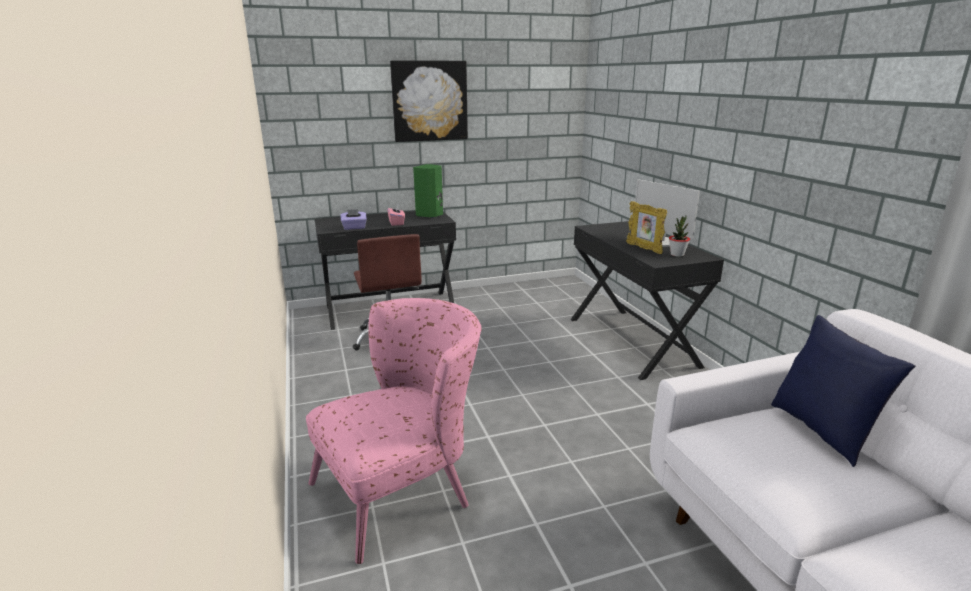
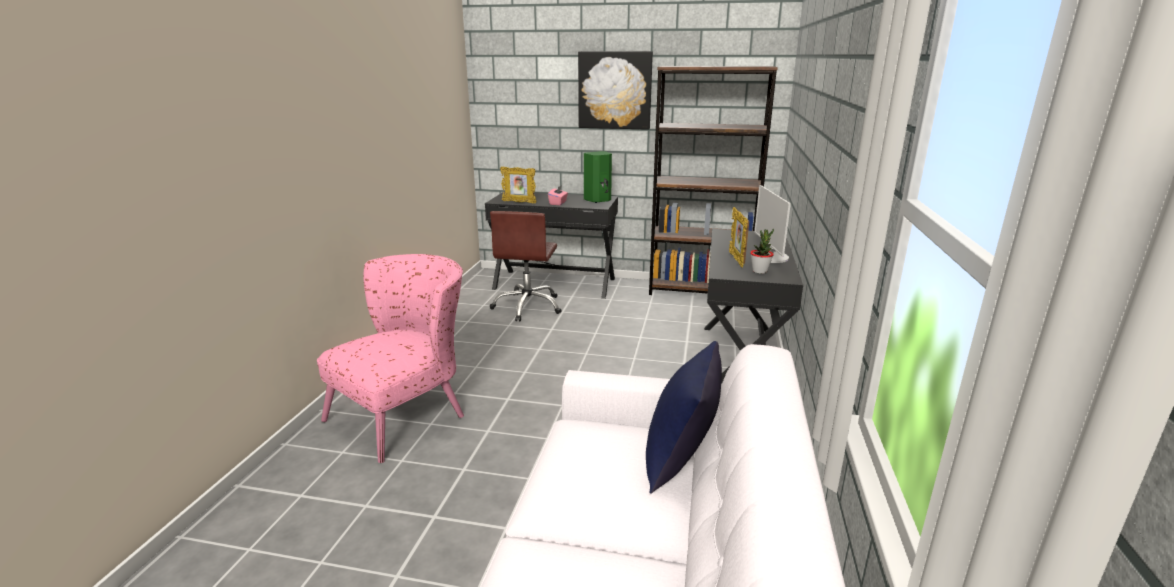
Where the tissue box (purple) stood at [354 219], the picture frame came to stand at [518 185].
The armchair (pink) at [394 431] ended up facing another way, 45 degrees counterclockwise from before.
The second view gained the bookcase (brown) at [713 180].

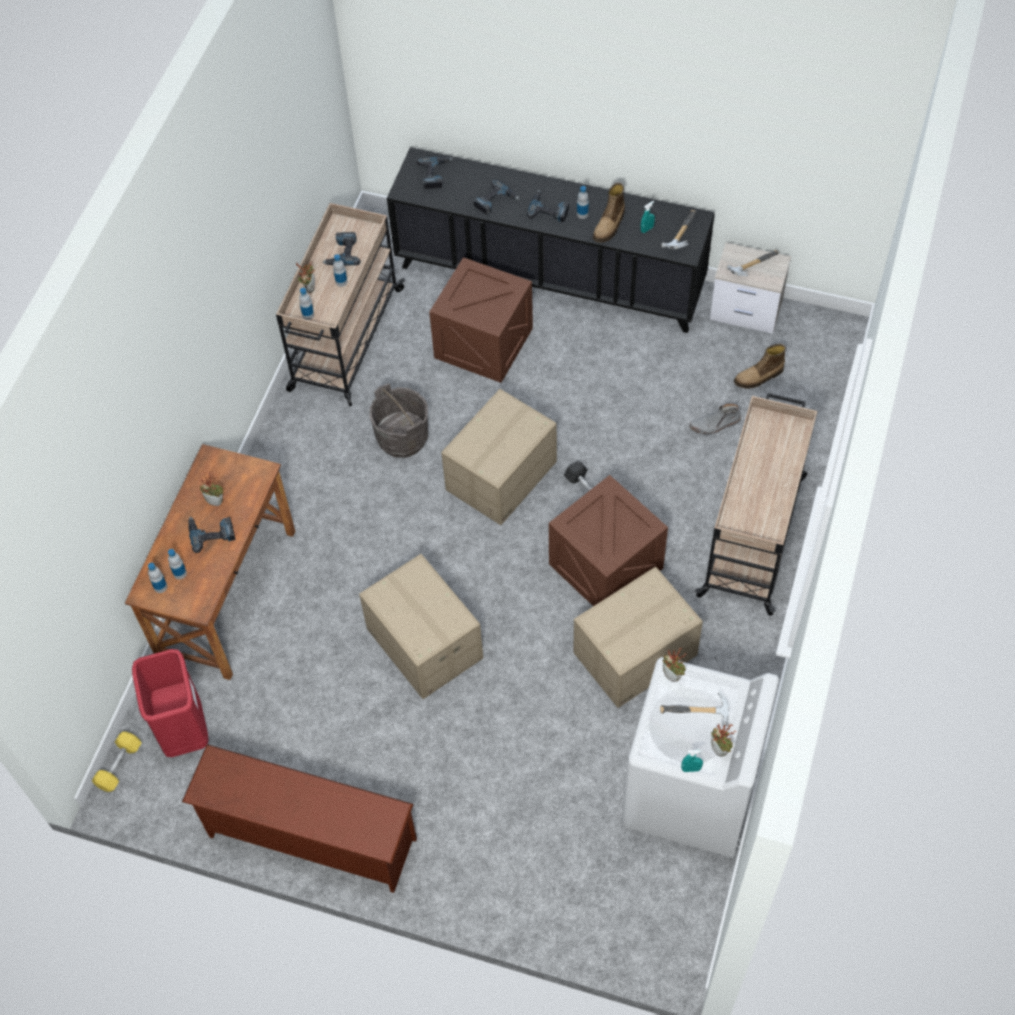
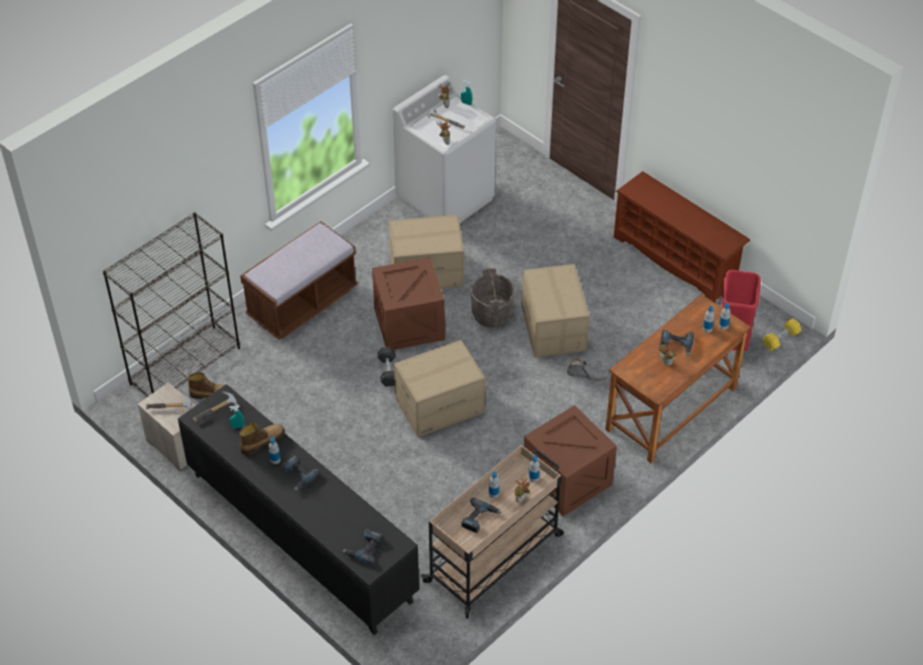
The second view lost the power drill at [496 197].
The crate ended up elsewhere, having gone from [481 320] to [570 460].
The bucket (grey) ended up elsewhere, having gone from [398 420] to [492 298].
Where the cart (beige) stood at [756 504], the bench (brown) came to stand at [299 280].
The boot (grey) ended up elsewhere, having gone from [715 419] to [588 370].
The second view gained the bookcase (black) at [171 304].

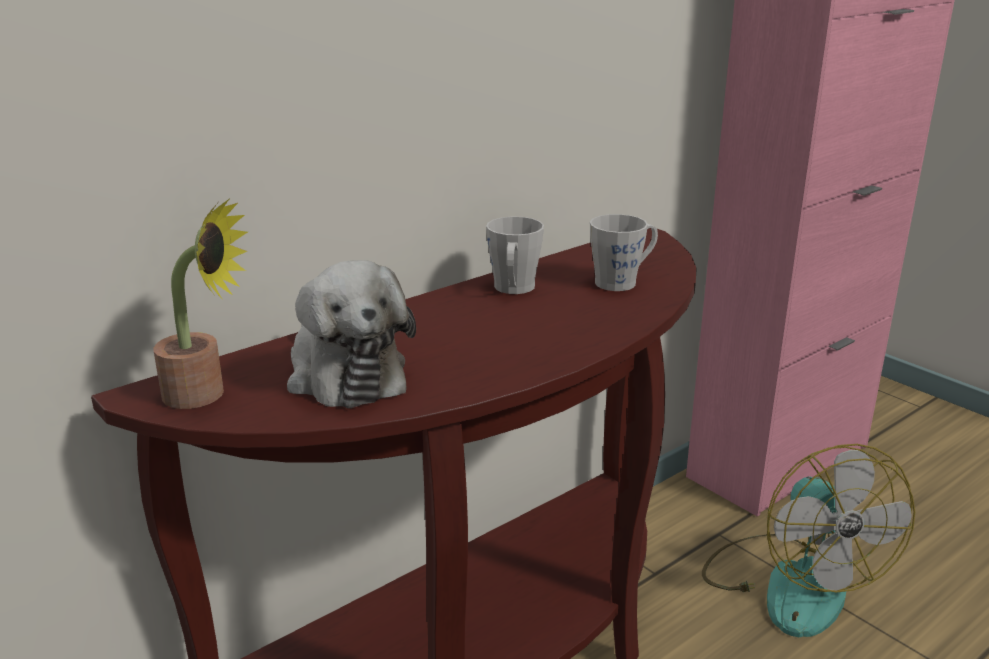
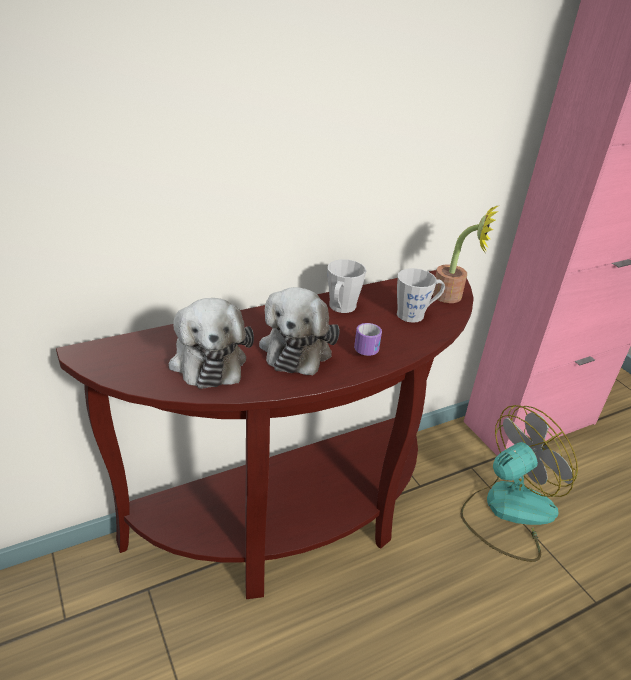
The potted plant ended up elsewhere, having gone from [200 304] to [466 253].
The fan at [808 540] ended up facing another way, 120 degrees counterclockwise from before.
The second view gained the plush toy at [299 331].
The second view gained the mug at [368 339].

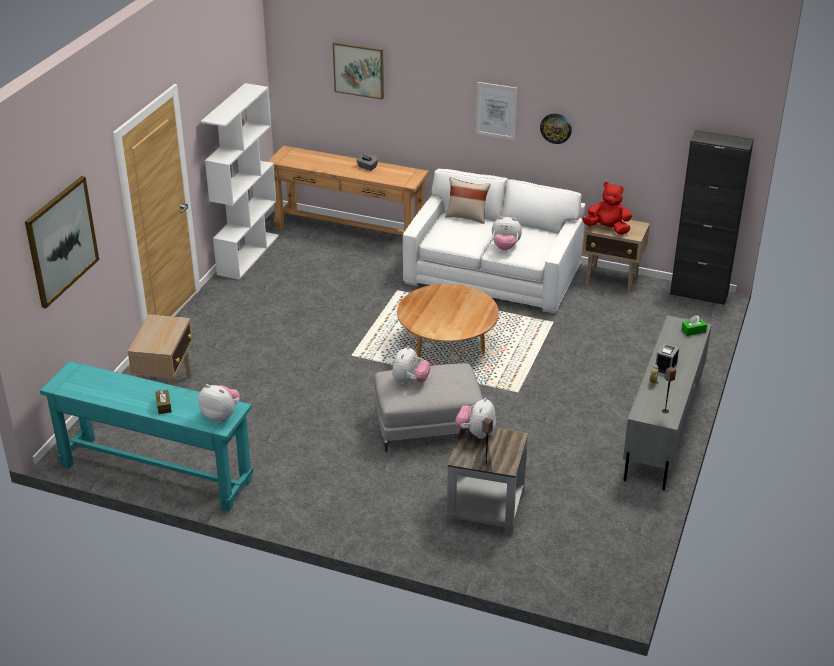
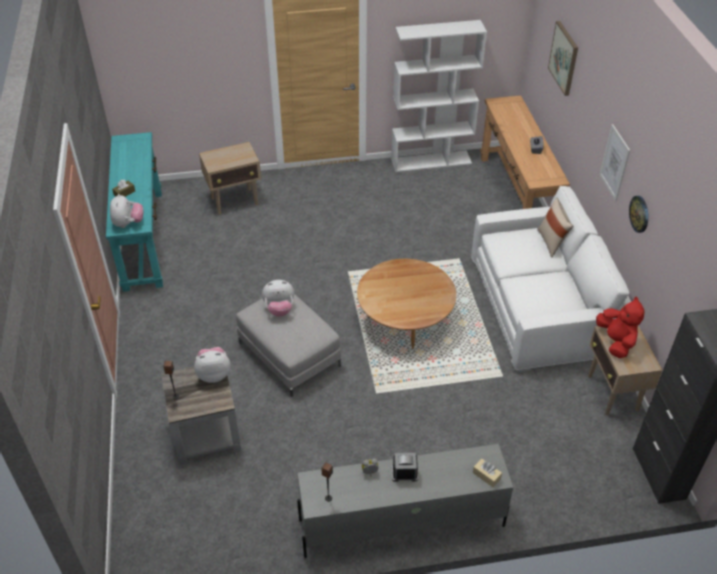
The second view lost the picture at [62 242].
The second view lost the plush toy at [507 233].
What was the tissue box (green) at [694 325] turned into the tissue box (beige) at [487 473].

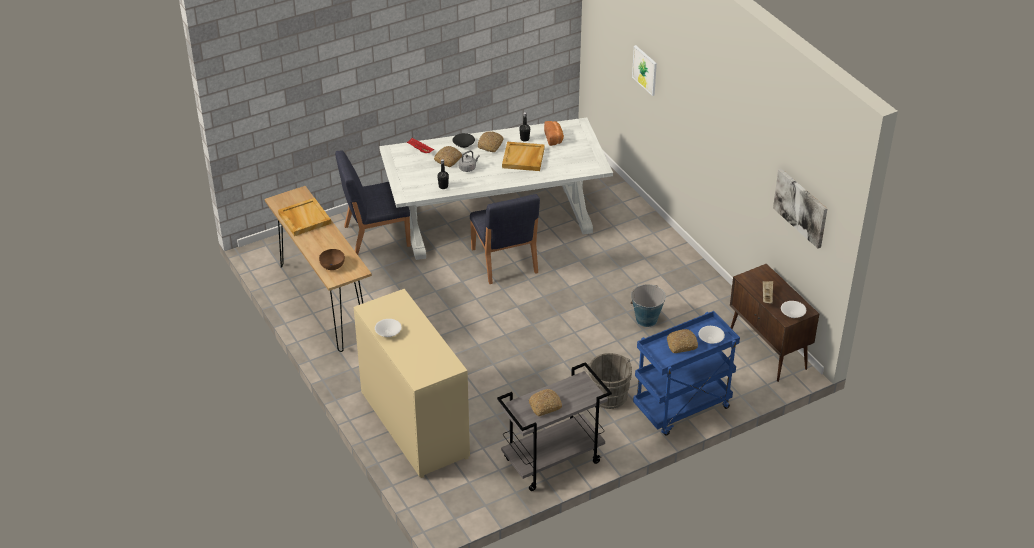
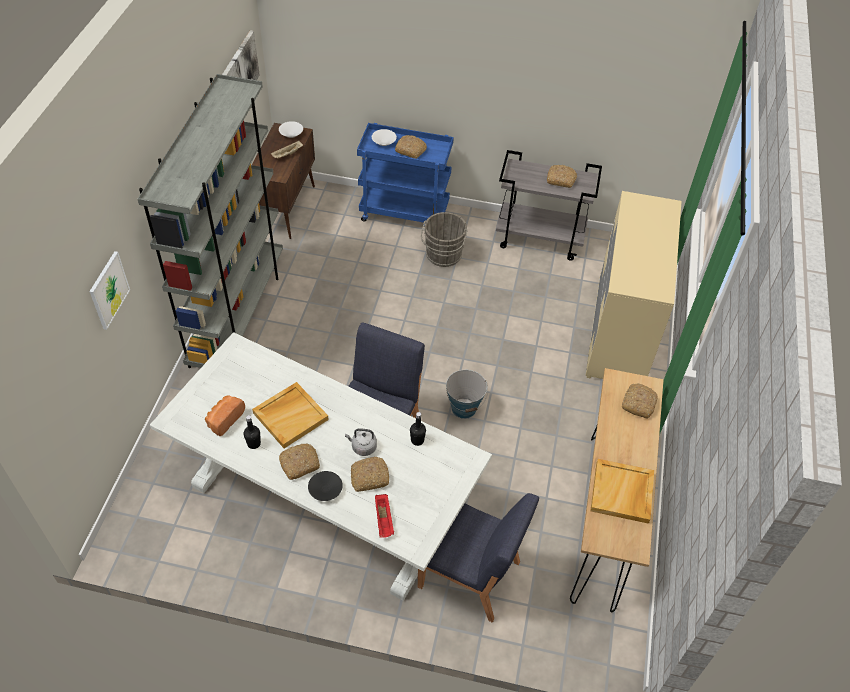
Where the bowl (brown) stood at [332 259], the bread came to stand at [640 401].
The bucket ended up elsewhere, having gone from [648 305] to [467 394].
The second view lost the bowl (white) at [388 328].
The second view gained the bookcase (grey) at [210 221].

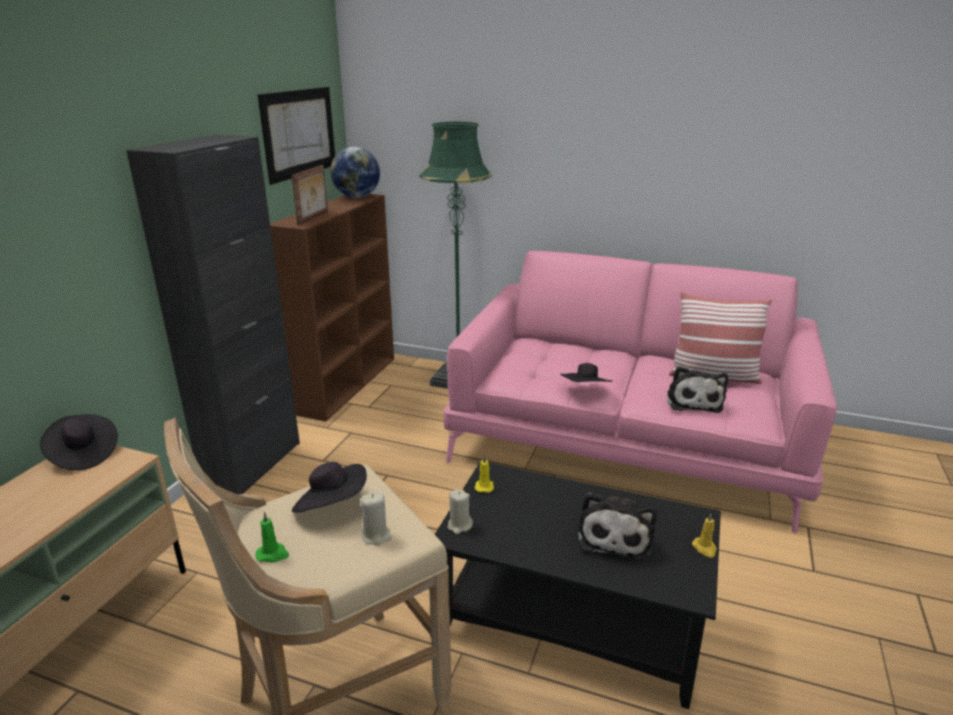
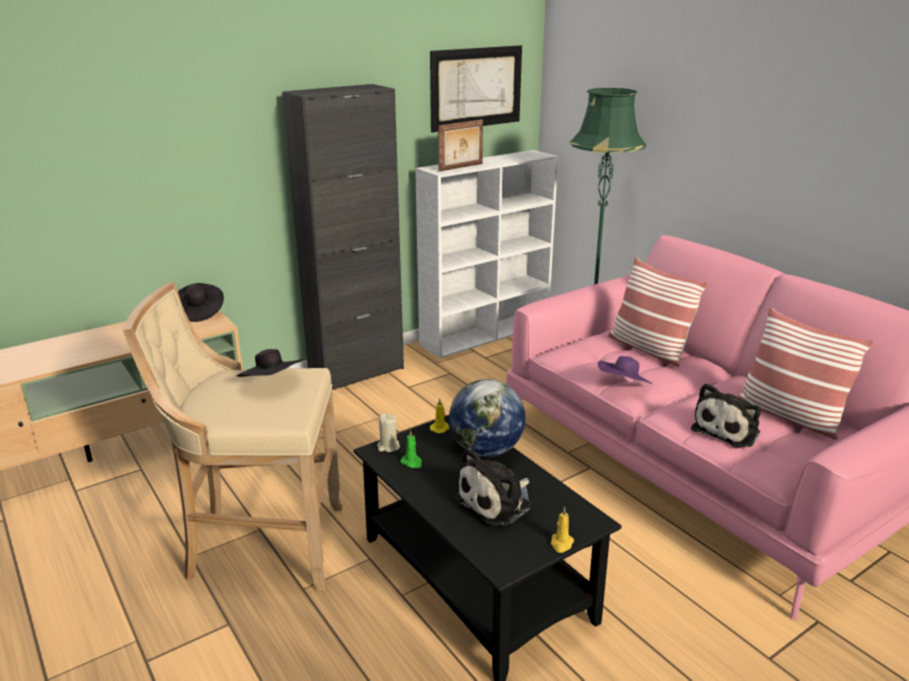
The globe ended up elsewhere, having gone from [355 172] to [487 418].
What was the bookcase (brown) at [332 308] turned into the bookcase (white) at [486 254].
What was the hat (black) at [586 372] turned into the hat (purple) at [625 370].
The second view lost the candle (beige) at [376 518].
The candle (green) ended up elsewhere, having gone from [272 537] to [411 449].
The second view gained the pillow at [658 312].

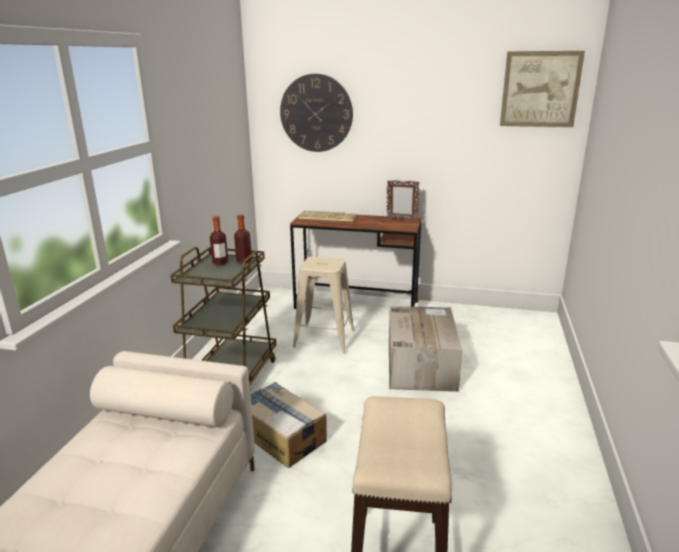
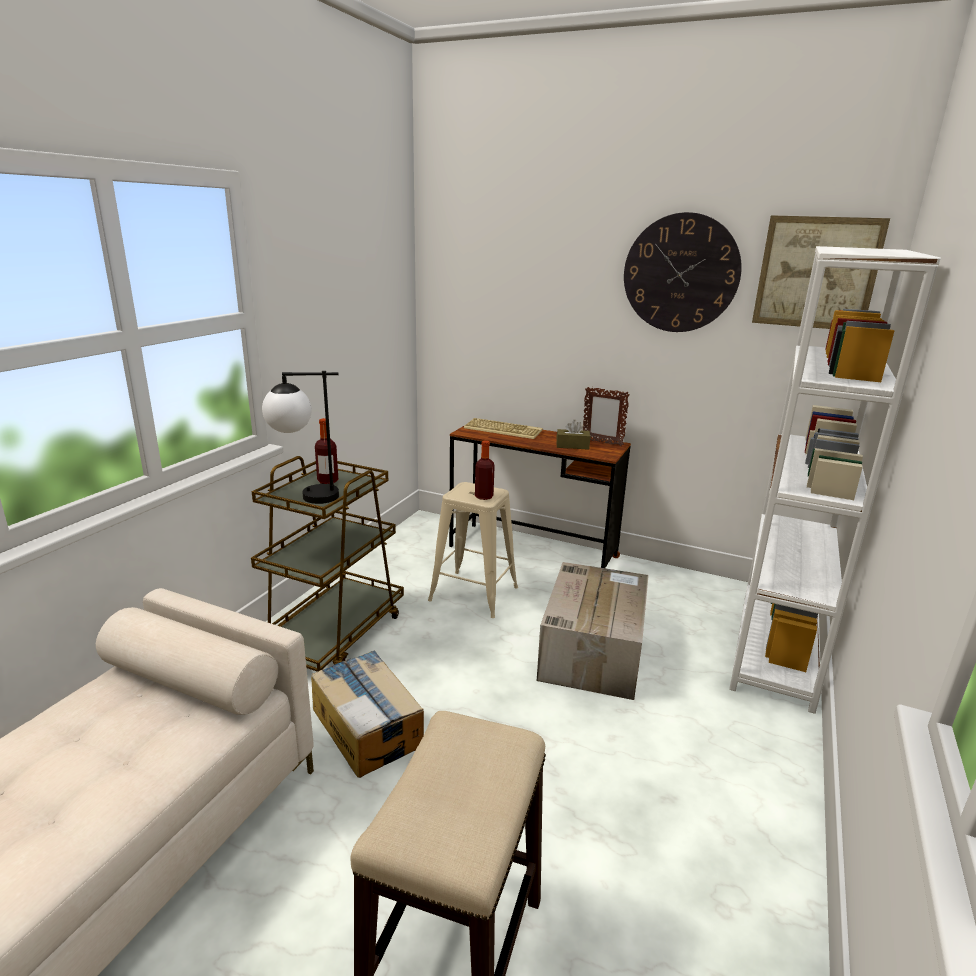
The wall clock ended up elsewhere, having gone from [316 113] to [683 272].
The bottle ended up elsewhere, having gone from [243 239] to [485 470].
The second view gained the bookcase (white) at [835 480].
The second view gained the table lamp at [300 437].
The second view gained the tissue box (brown) at [573 435].

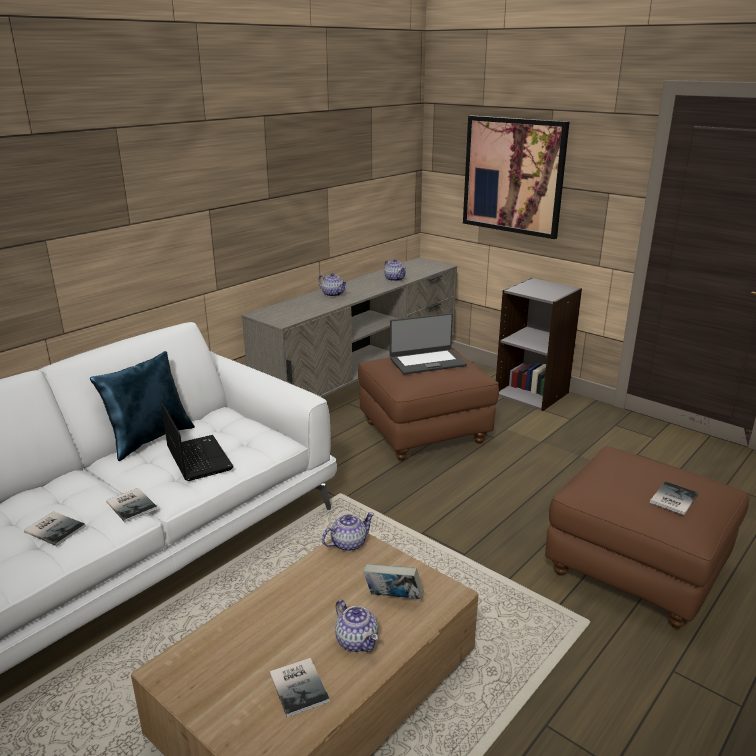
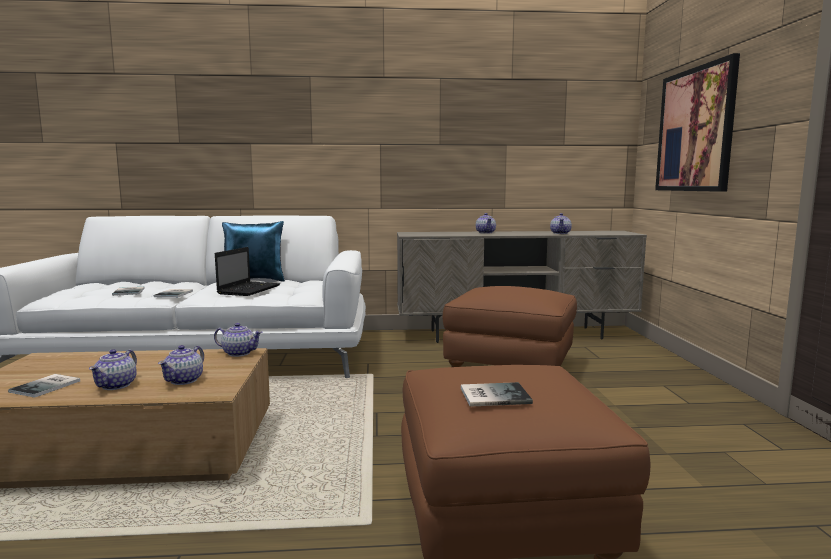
The second view lost the bookcase (grey) at [539 344].
The second view lost the laptop at [428 344].
Where the book stood at [393 581], the teapot came to stand at [181 365].

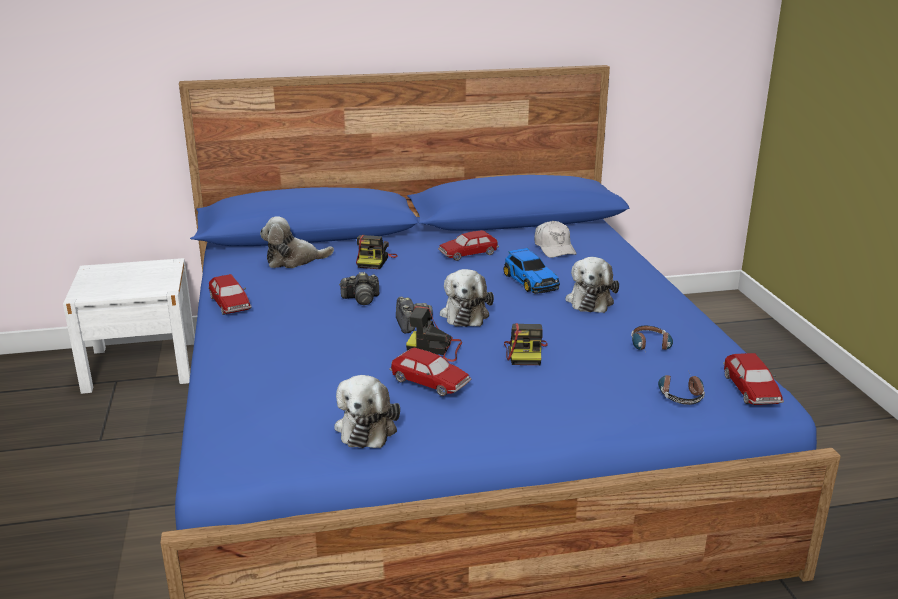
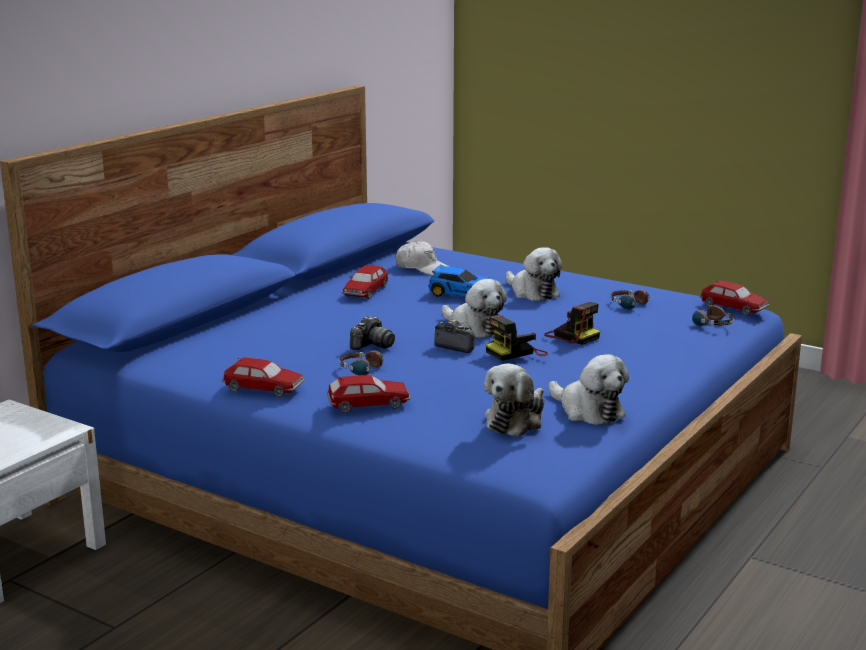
The plush toy ended up elsewhere, having gone from [297 242] to [514 400].
The second view lost the photo camera at [377 252].
The toy car ended up elsewhere, having gone from [430 371] to [369 394].
The second view gained the headphones at [362 363].

